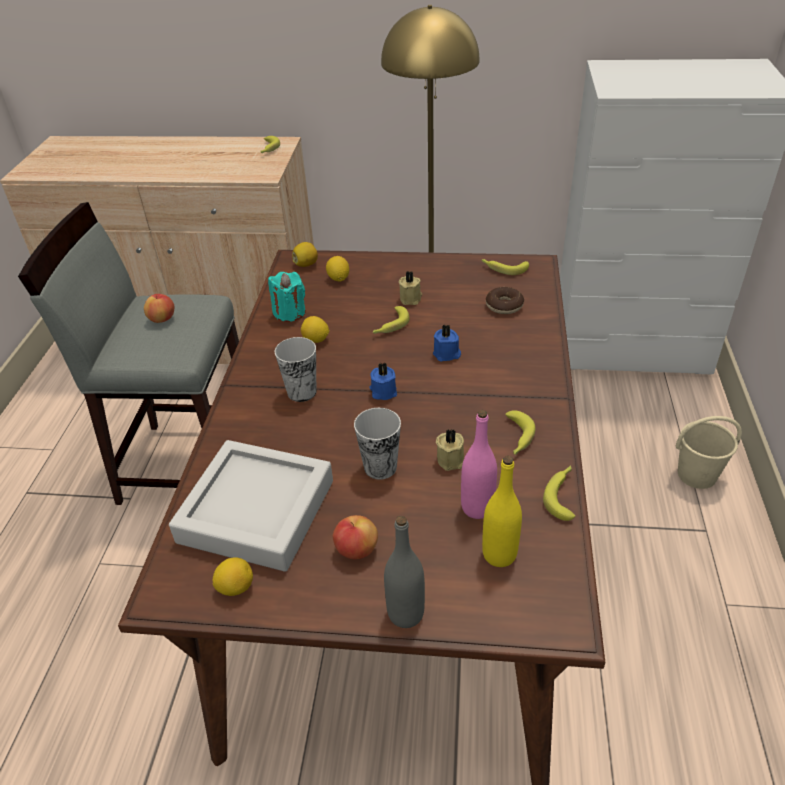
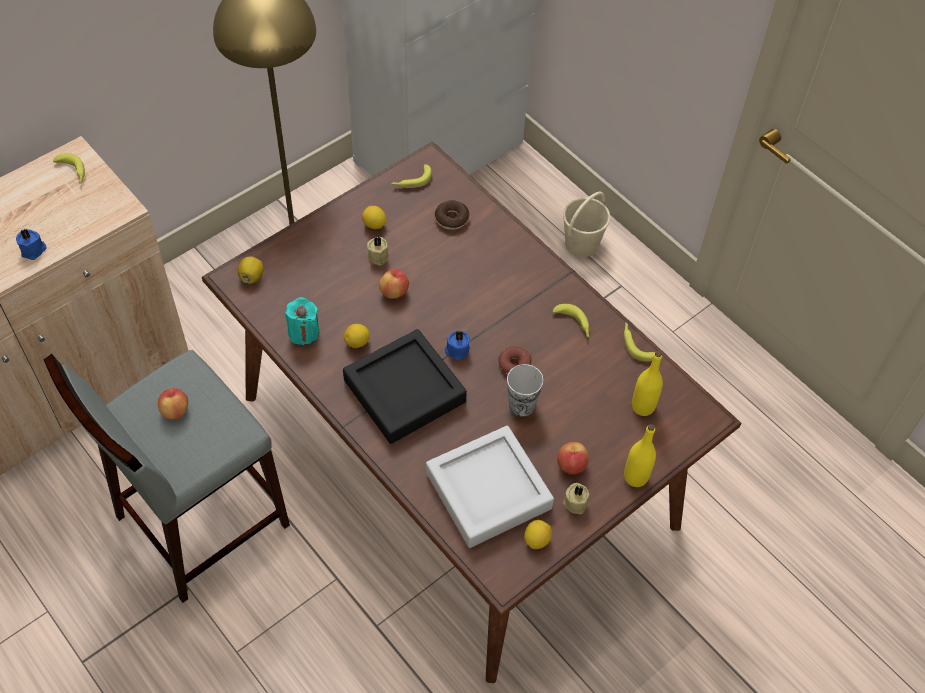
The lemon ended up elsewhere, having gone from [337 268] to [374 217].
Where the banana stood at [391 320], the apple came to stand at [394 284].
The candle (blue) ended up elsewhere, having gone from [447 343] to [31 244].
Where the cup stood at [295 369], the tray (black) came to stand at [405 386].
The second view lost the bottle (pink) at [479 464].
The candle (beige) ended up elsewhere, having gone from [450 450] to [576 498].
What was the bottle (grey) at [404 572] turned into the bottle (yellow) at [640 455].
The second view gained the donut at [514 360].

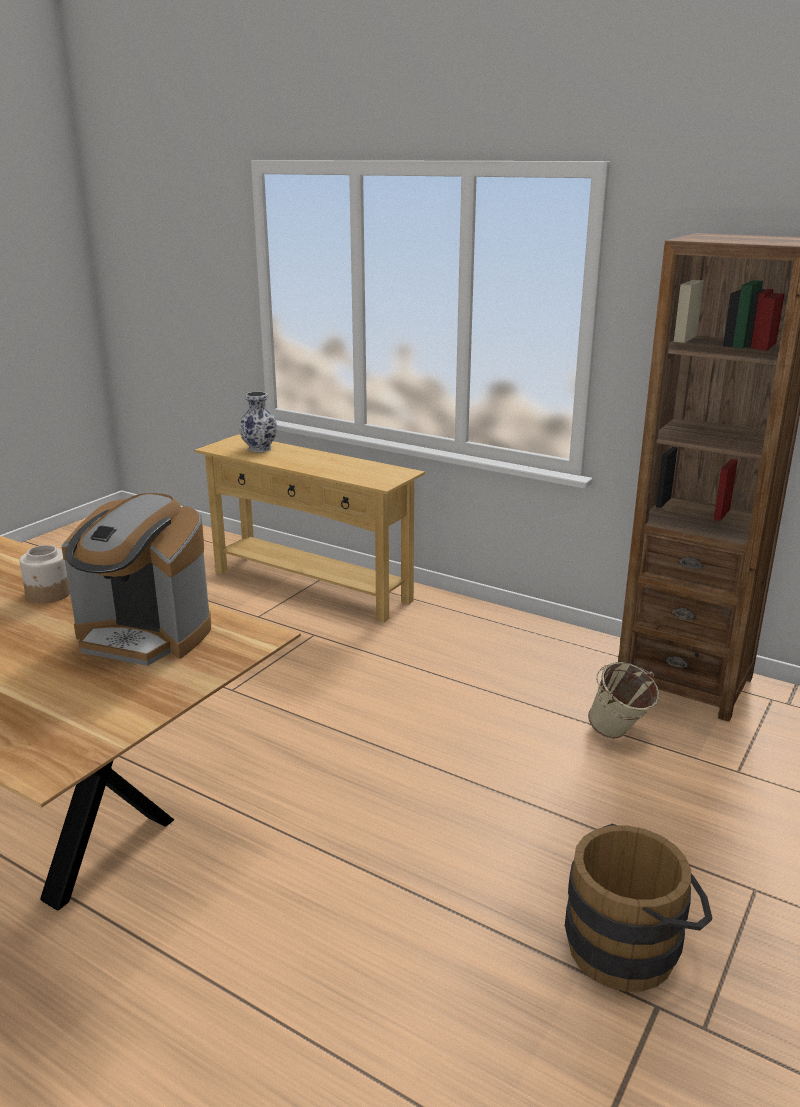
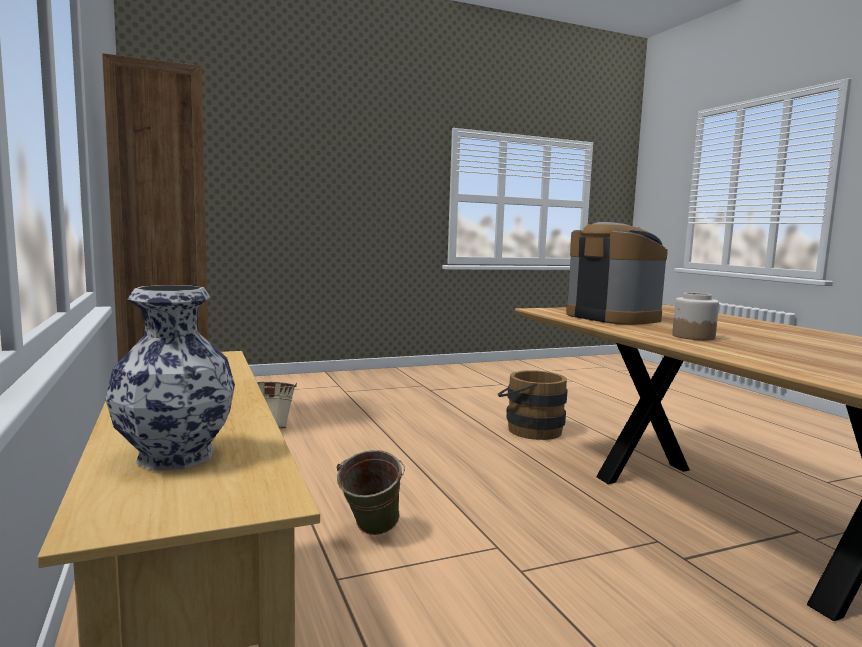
The bucket (brown) ended up elsewhere, having gone from [639 908] to [533 405].
The second view gained the bucket (green) at [370 492].

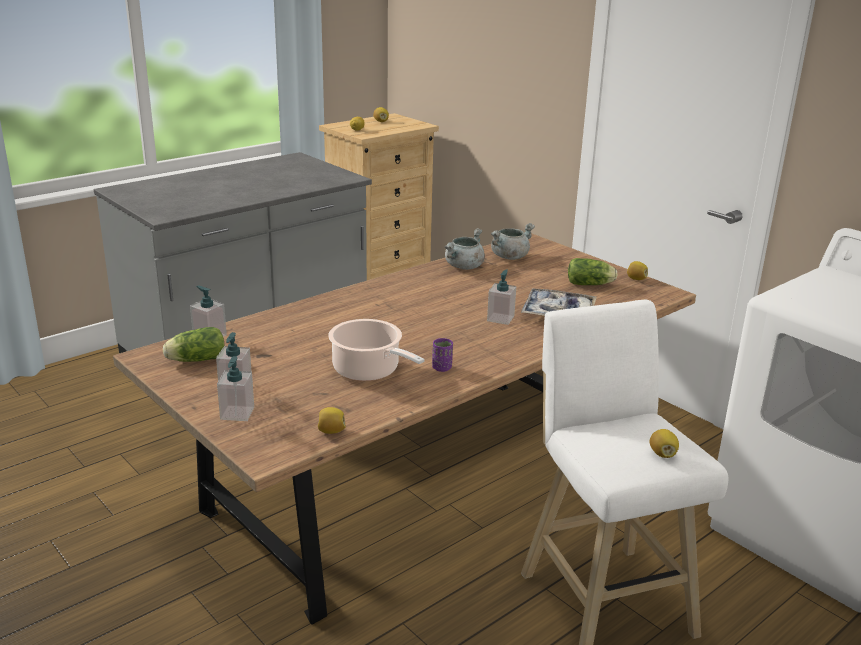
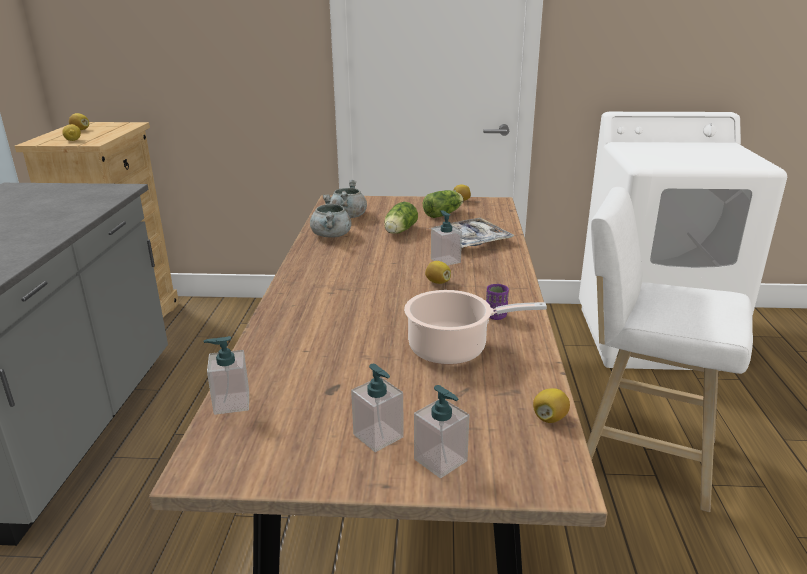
The lettuce ended up elsewhere, having gone from [194 344] to [401 218].
The lemon ended up elsewhere, having gone from [664 443] to [438 272].

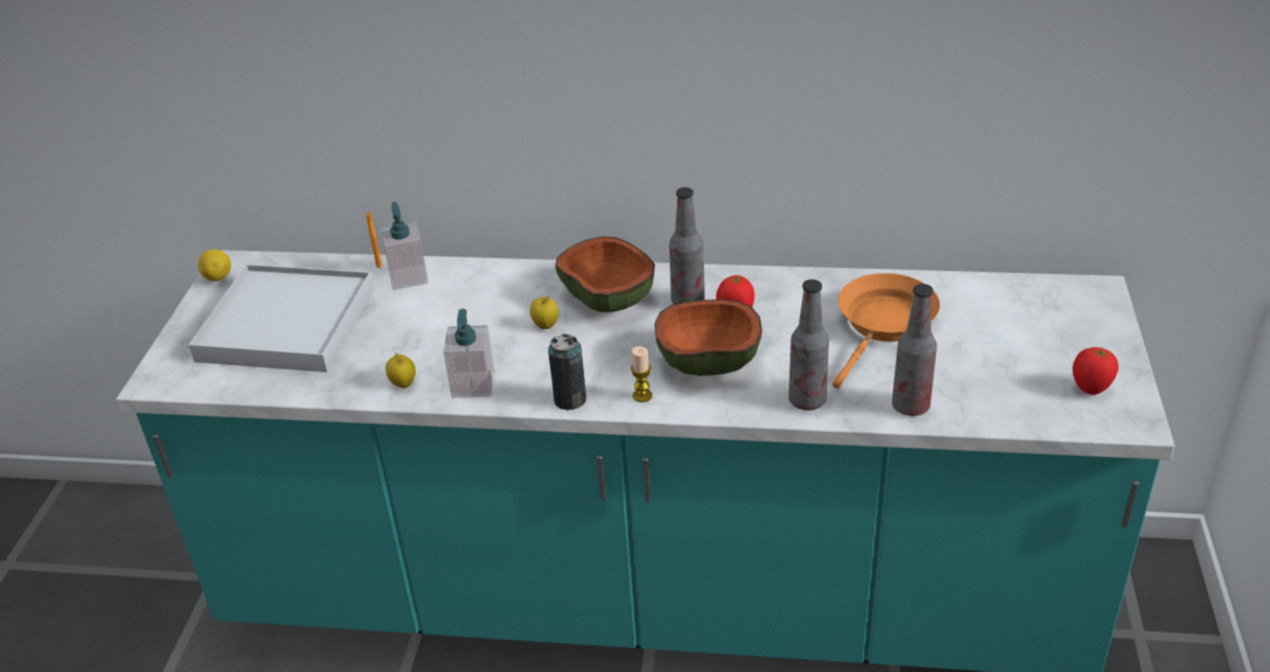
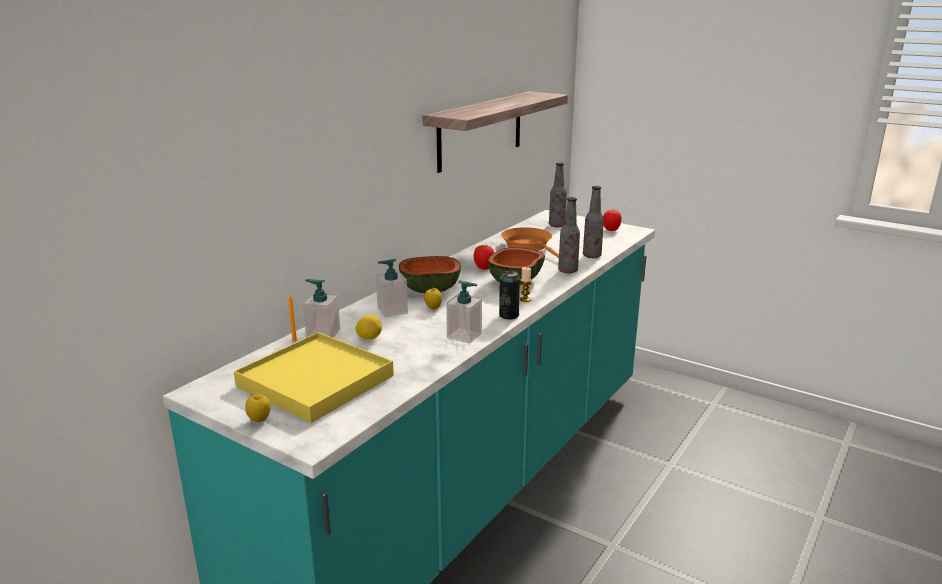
The bottle ended up elsewhere, having gone from [687 245] to [558 194].
The lemon ended up elsewhere, having gone from [214 265] to [369 327].
What was the tray (white) at [281 318] turned into the tray (yellow) at [314 377].
The apple ended up elsewhere, having gone from [400 370] to [258 408].
The second view gained the shelf at [495 132].
The second view gained the soap dispenser at [392 288].

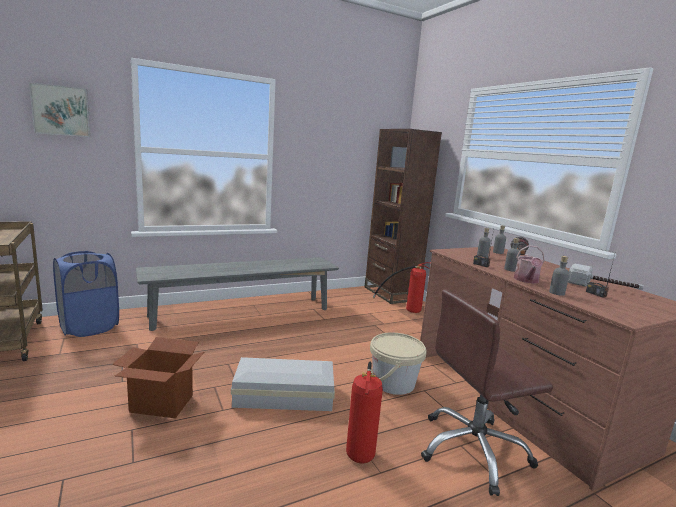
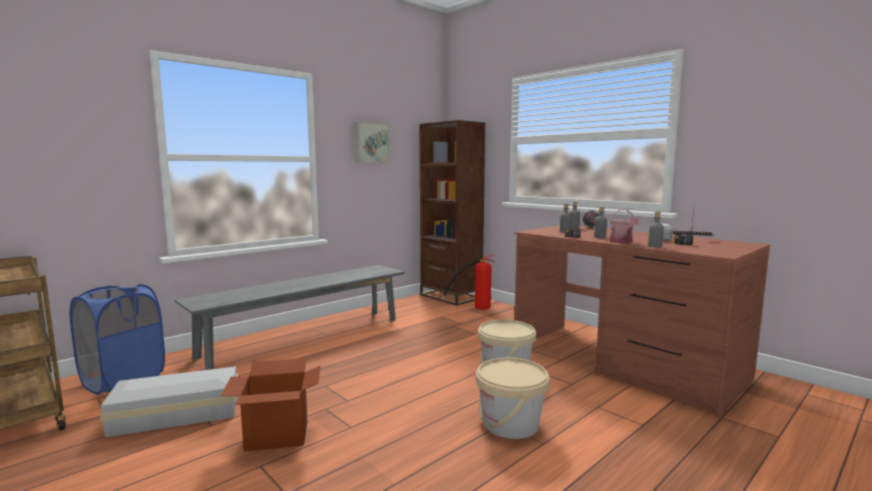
The picture ended up elsewhere, having gone from [59 109] to [372 142].
The second view lost the office chair (brown) at [487 393].
The storage box (white) ended up elsewhere, having gone from [283 384] to [169 401].
Where the fire extinguisher stood at [364 412], the bucket (beige) came to stand at [513 398].

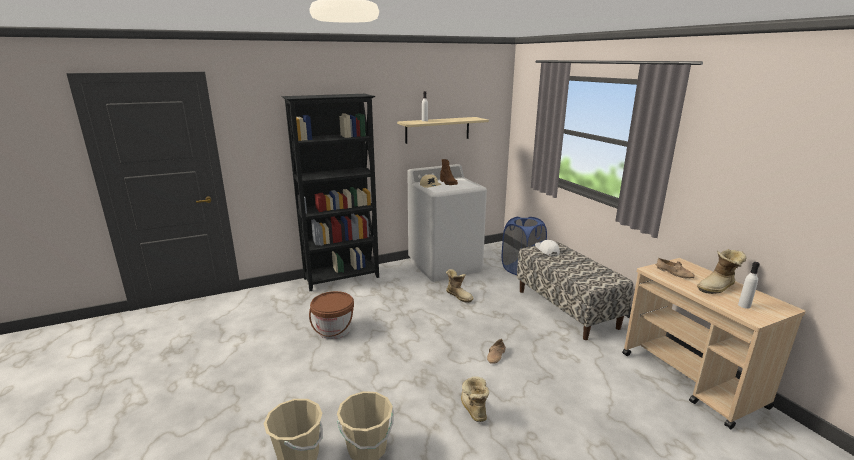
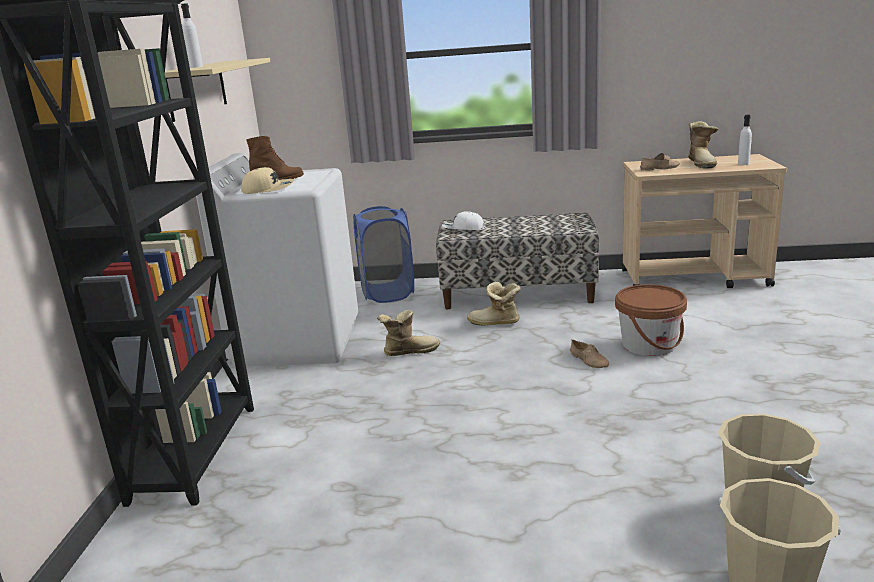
The bucket (brown) ended up elsewhere, having gone from [331 315] to [651 320].
The boot ended up elsewhere, having gone from [475 399] to [494 304].

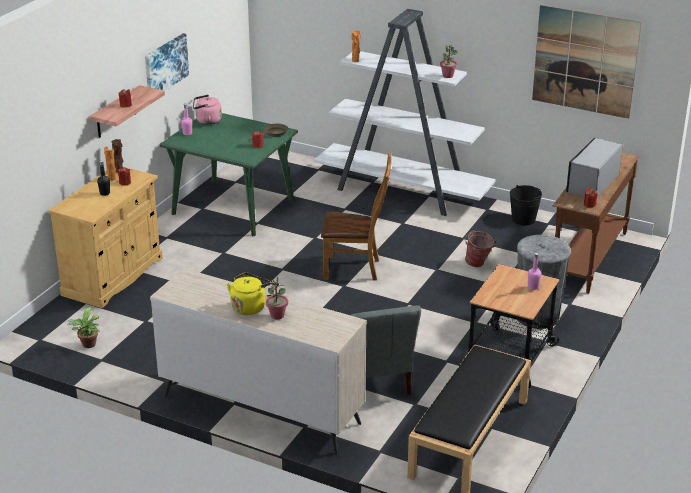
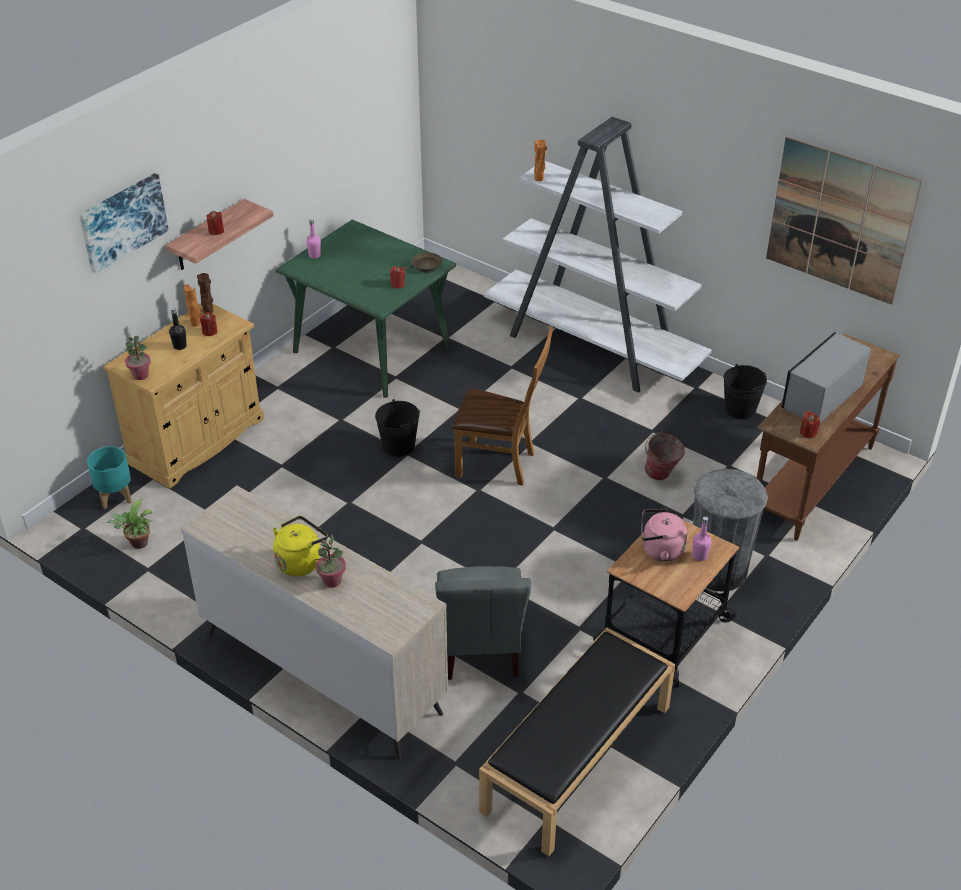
The picture ended up elsewhere, having gone from [167 62] to [124 223].
The potted plant ended up elsewhere, having gone from [449 61] to [138 358].
The kettle (pink) ended up elsewhere, having gone from [207 110] to [664 535].
The second view gained the bucket (black) at [397 428].
The second view gained the planter (turquoise) at [109 477].

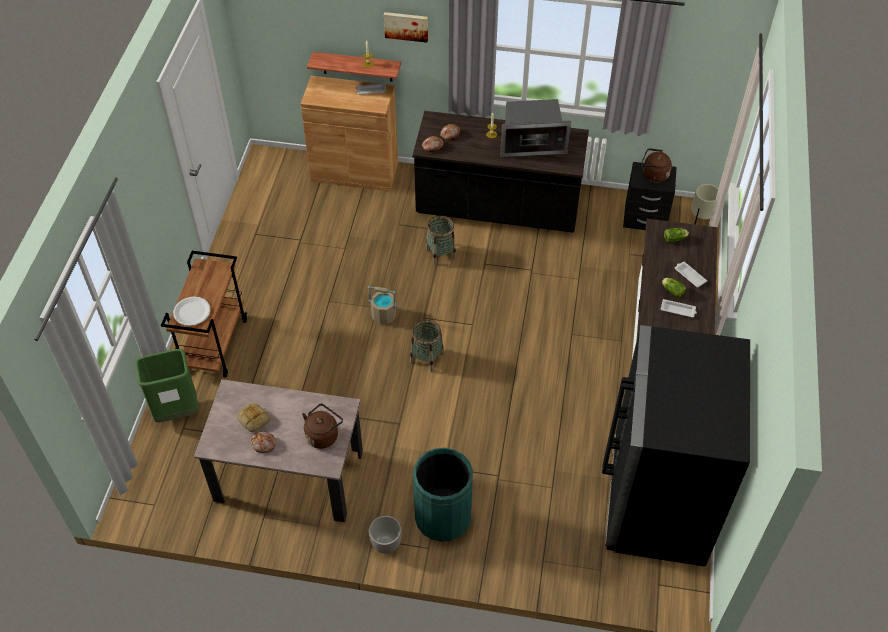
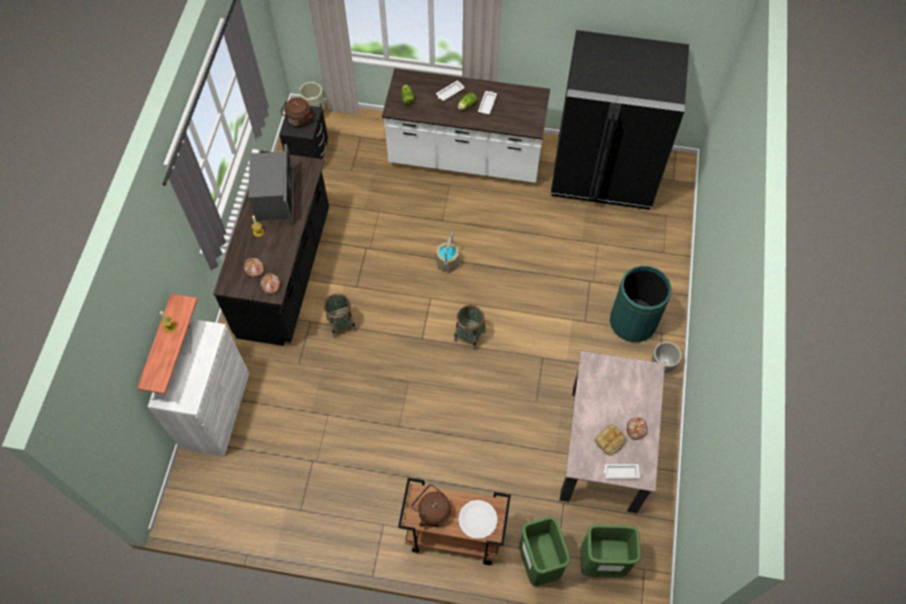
The second view lost the picture at [406 27].
What was the cabinet (brown) at [349 133] turned into the cabinet (white) at [198 387].
The bucket (beige) ended up elsewhere, having gone from [382 305] to [447 252].
The kettle (brown) ended up elsewhere, having gone from [322 426] to [431 505].
The second view gained the tray (white) at [621 471].
The second view gained the trash can (green) at [610 551].

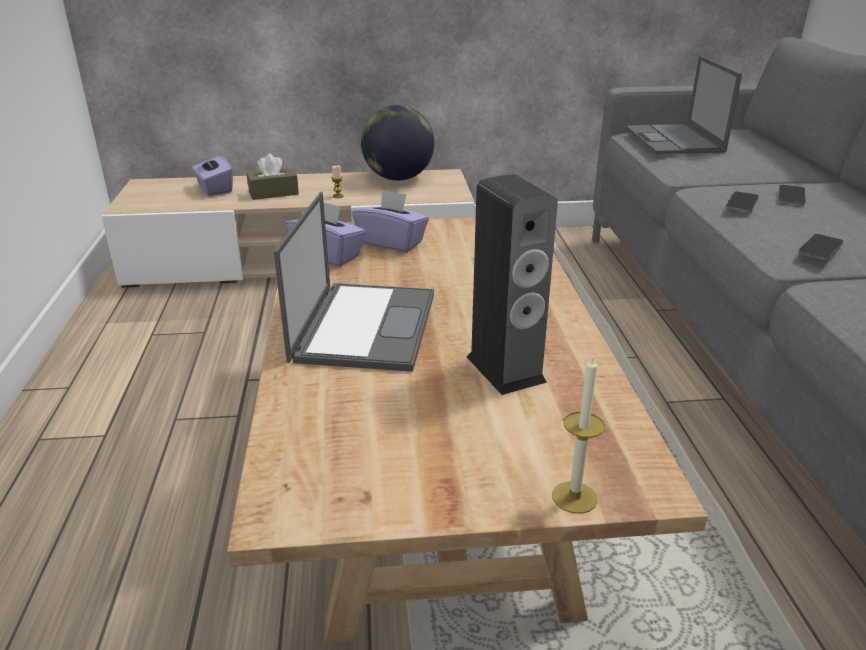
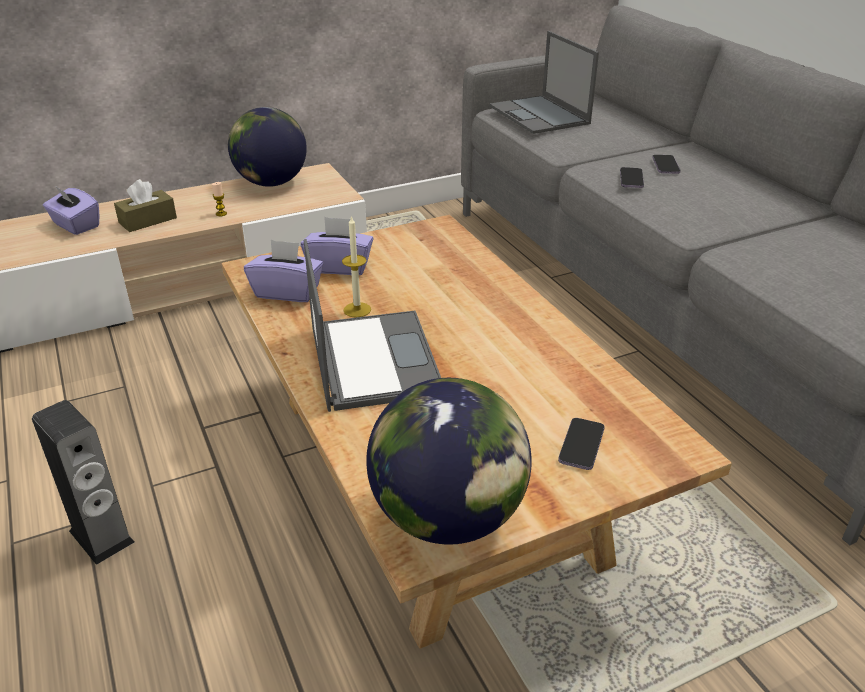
The speaker ended up elsewhere, having gone from [512 284] to [83 482].
The phone ended up elsewhere, having gone from [820 247] to [581 444].
The candle ended up elsewhere, having gone from [578 435] to [356 266].
The second view gained the globe at [449 461].

